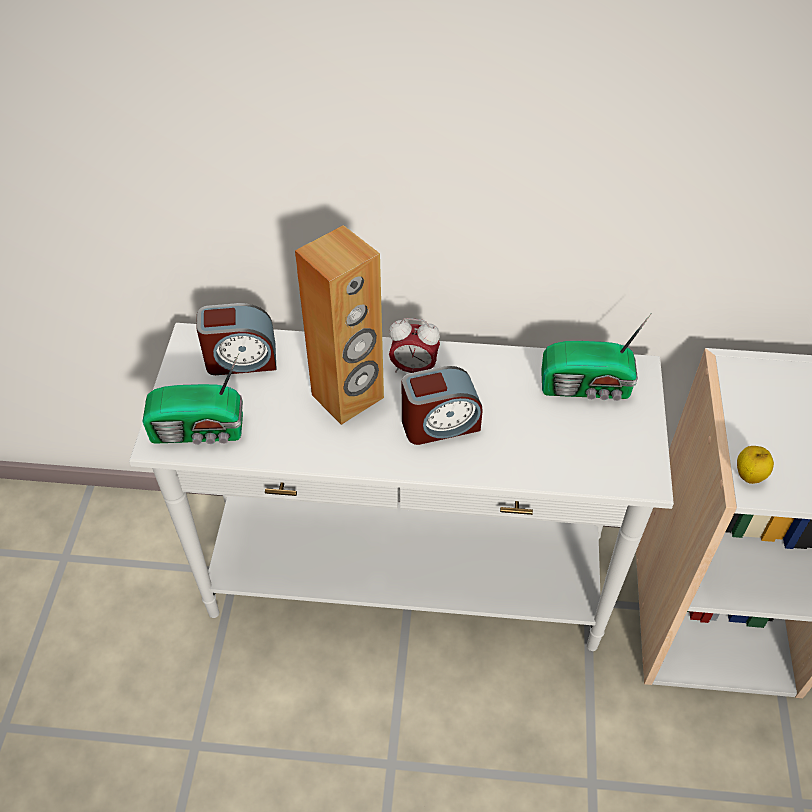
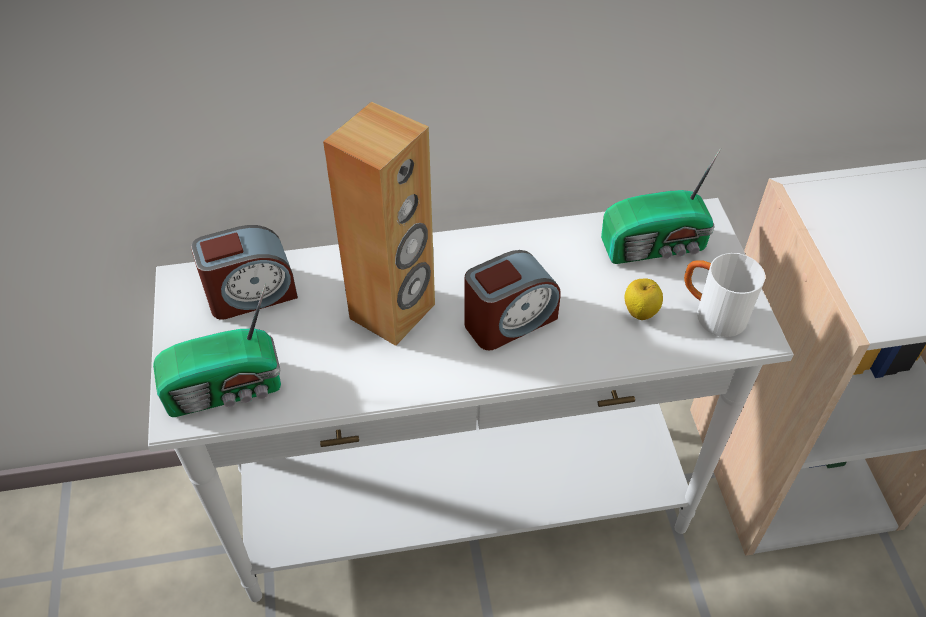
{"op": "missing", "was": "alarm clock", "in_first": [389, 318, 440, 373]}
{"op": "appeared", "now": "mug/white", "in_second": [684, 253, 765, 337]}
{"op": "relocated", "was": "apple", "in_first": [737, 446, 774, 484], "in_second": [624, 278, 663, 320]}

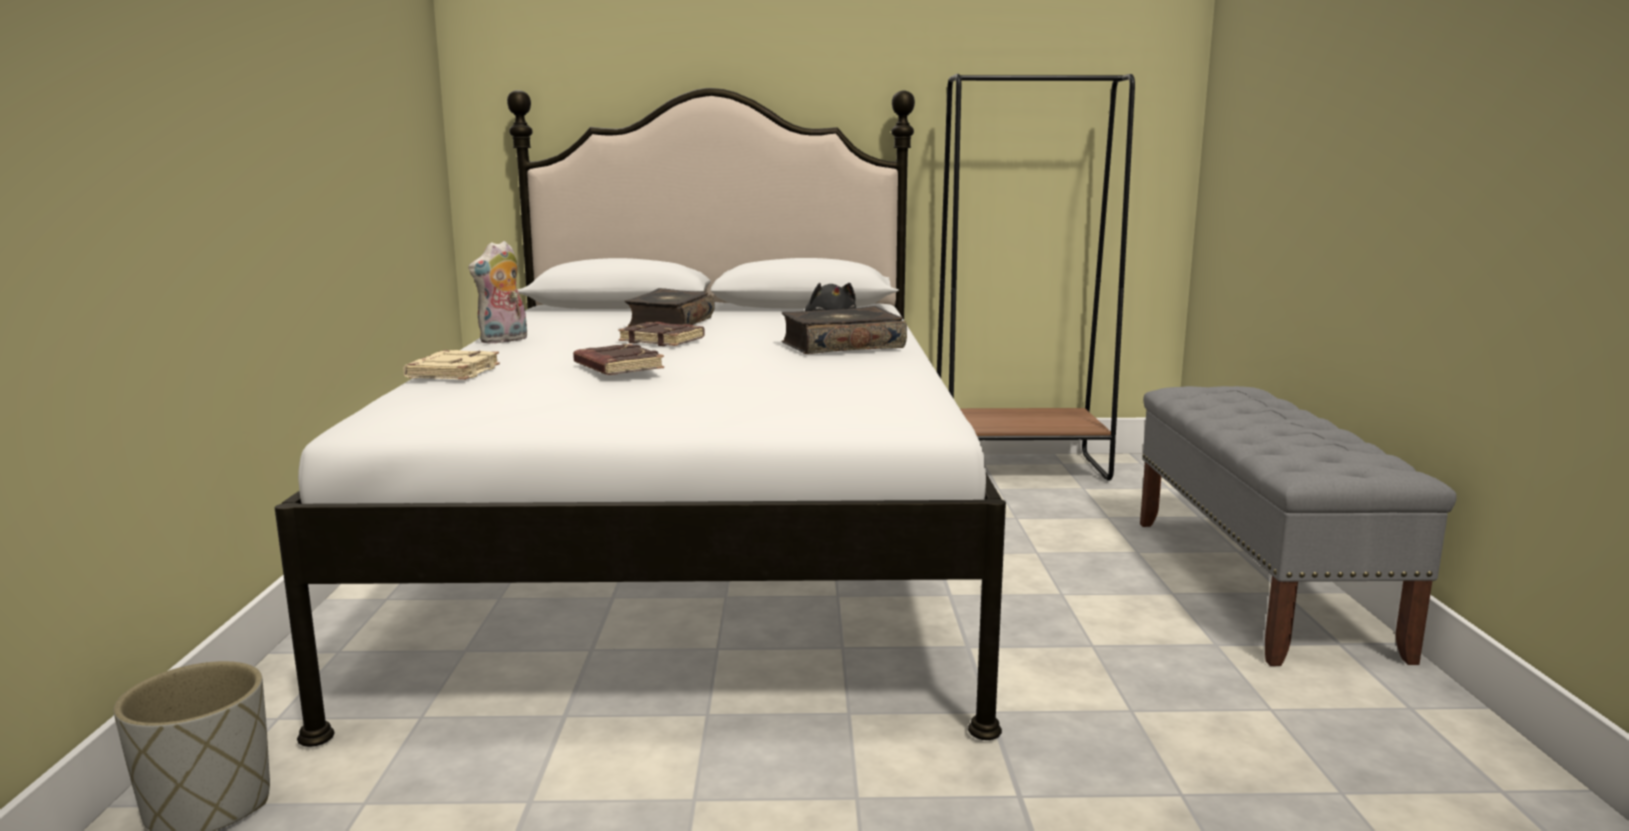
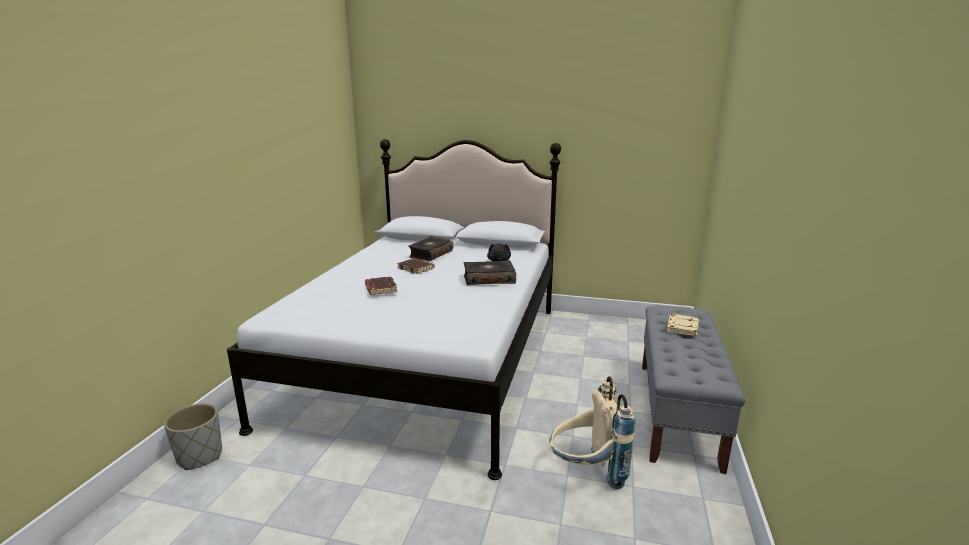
{"op": "missing", "was": "plush toy", "in_first": [468, 241, 527, 344]}
{"op": "missing", "was": "clothes rack", "in_first": [937, 74, 1135, 481]}
{"op": "appeared", "now": "backpack/beige", "in_second": [549, 376, 635, 489]}
{"op": "relocated", "was": "book/beige", "in_first": [403, 350, 500, 380], "in_second": [667, 314, 699, 336]}

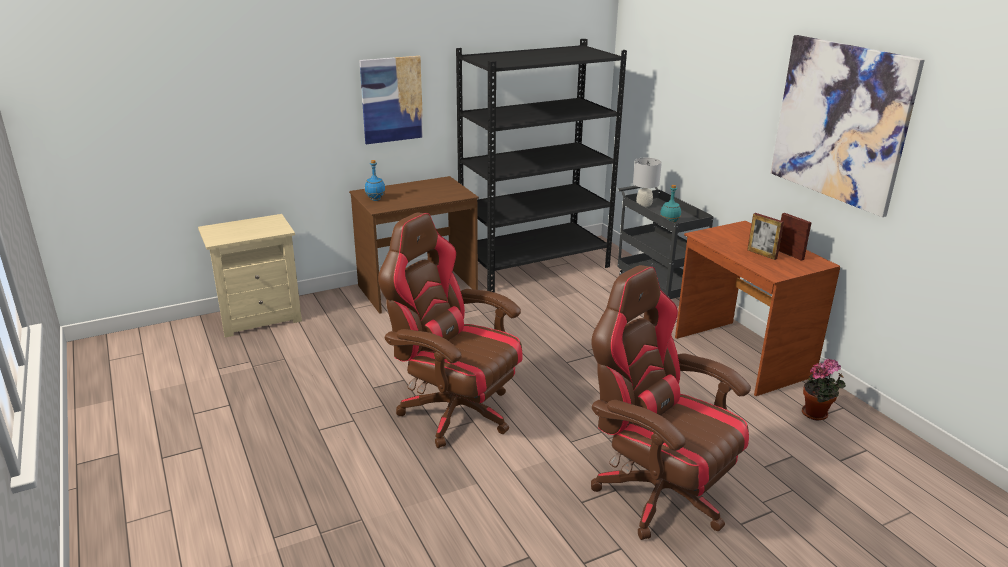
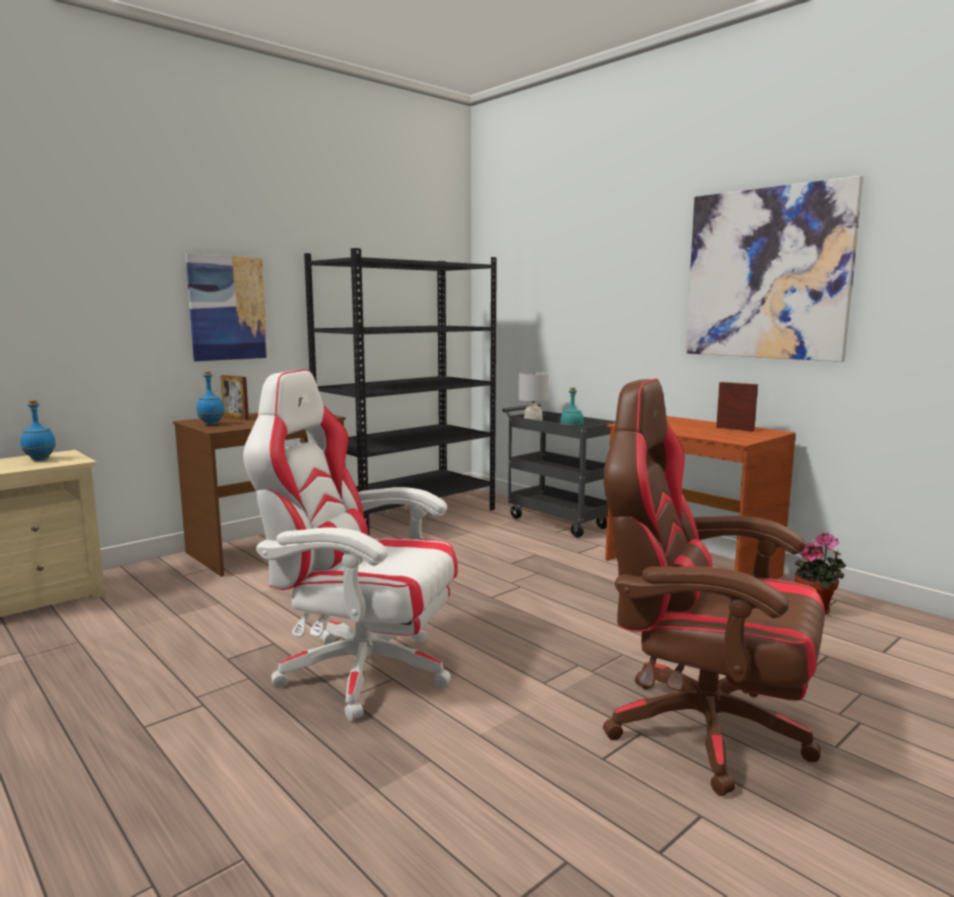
{"op": "appeared", "now": "bottle/blue", "in_second": [20, 400, 56, 461]}
{"op": "relocated", "was": "picture frame", "in_first": [747, 213, 784, 260], "in_second": [221, 375, 249, 420]}
{"op": "colour", "was": "office chair/brown", "now": "office chair/white", "in_first": [378, 213, 523, 448], "in_second": [243, 370, 458, 721]}

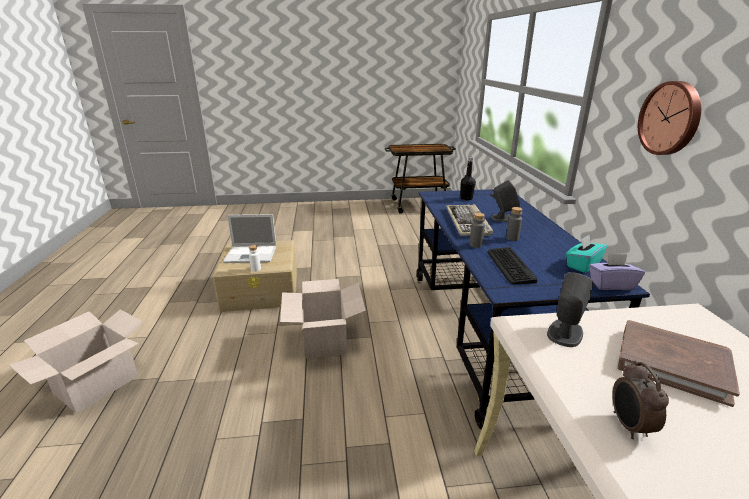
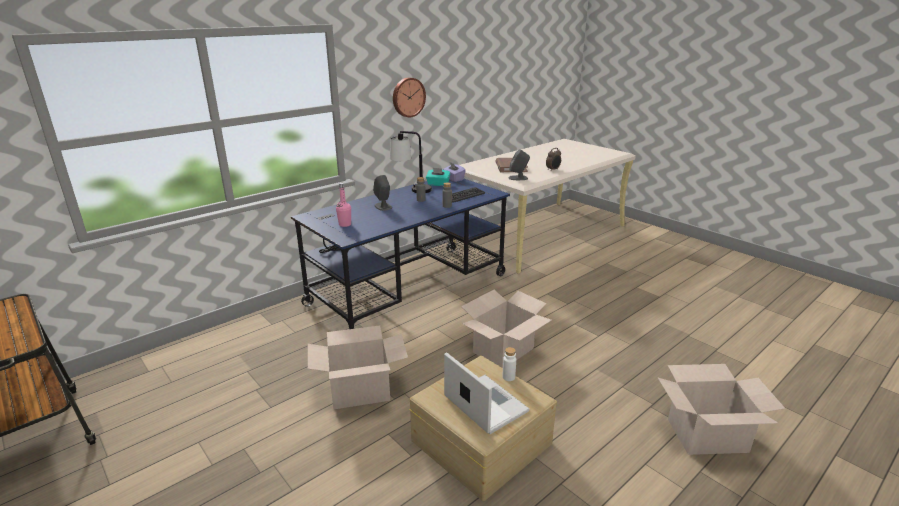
{"op": "missing", "was": "keyboard", "in_first": [446, 204, 493, 236]}
{"op": "appeared", "now": "cardboard box", "in_second": [308, 325, 408, 409]}
{"op": "appeared", "now": "table lamp", "in_second": [390, 131, 432, 193]}
{"op": "colour", "was": "bottle/black", "now": "bottle/pink", "in_first": [461, 157, 476, 201], "in_second": [336, 183, 351, 227]}

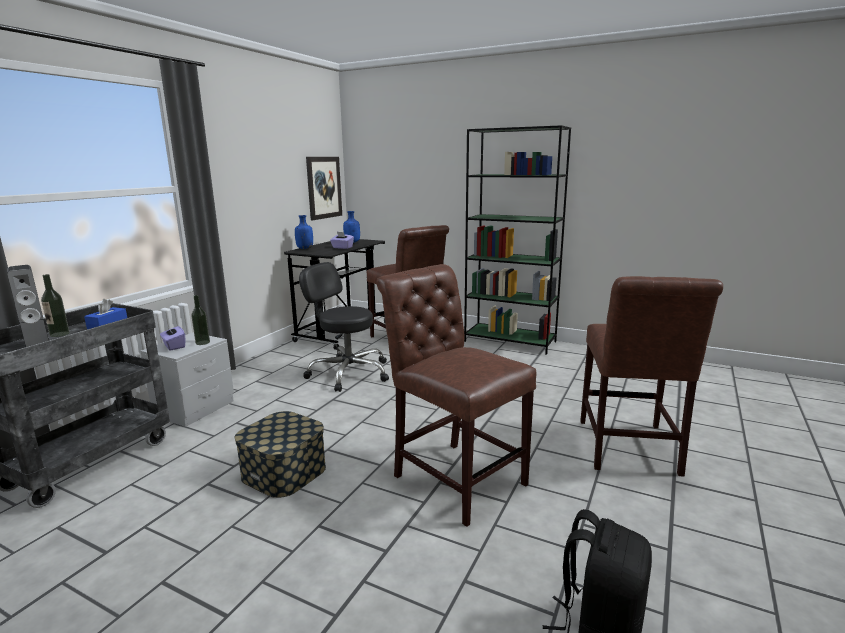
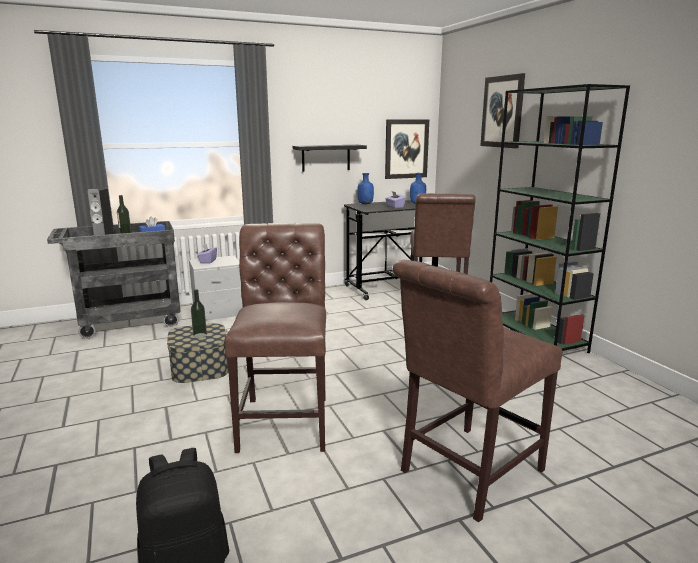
{"op": "missing", "was": "office chair/black", "in_first": [299, 262, 389, 392]}
{"op": "appeared", "now": "shelf/black", "in_second": [293, 145, 367, 172]}
{"op": "appeared", "now": "picture", "in_second": [480, 73, 525, 148]}
{"op": "relocated", "was": "bottle", "in_first": [191, 295, 210, 345], "in_second": [191, 289, 207, 338]}

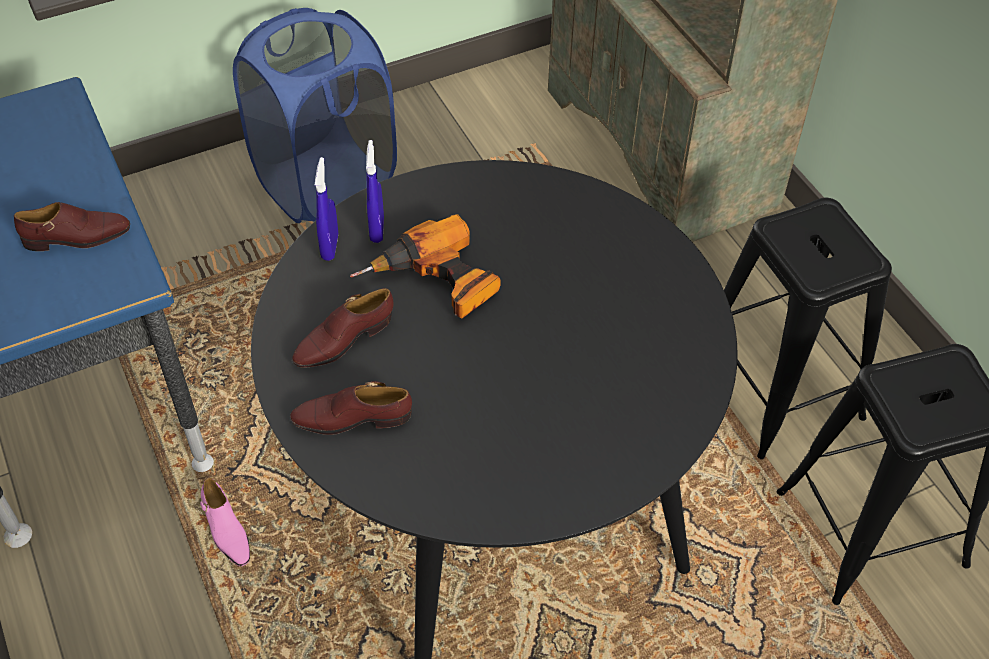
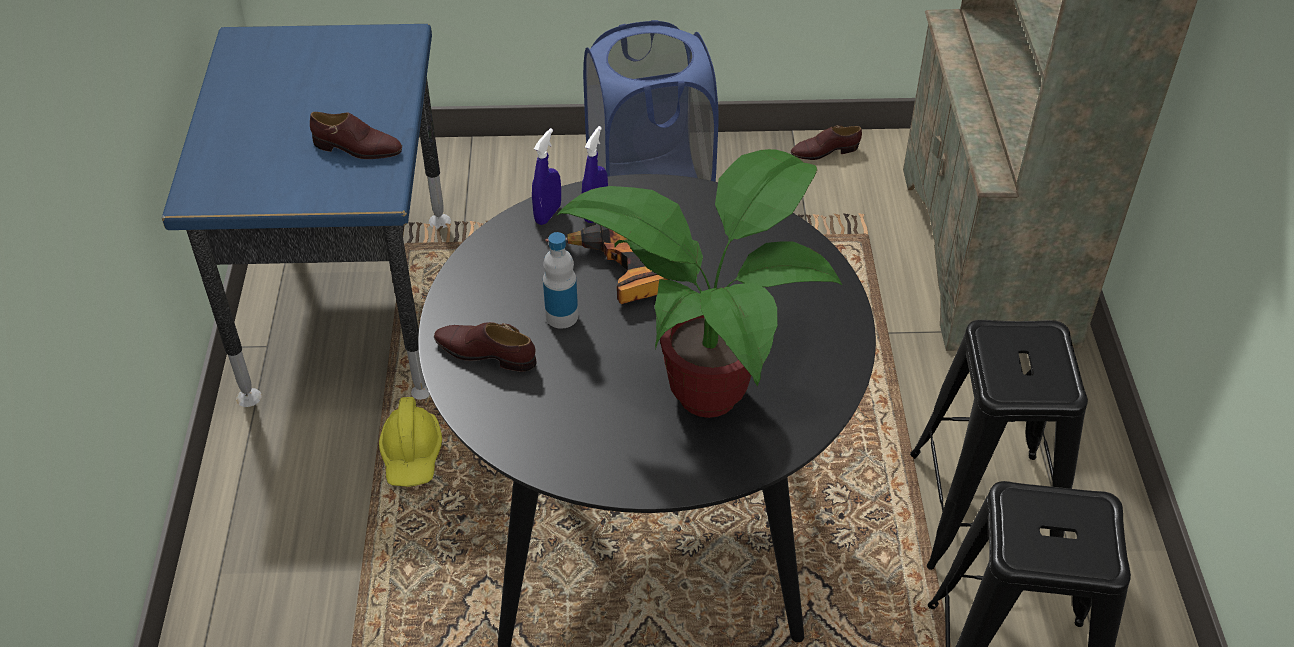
{"op": "appeared", "now": "bottle", "in_second": [543, 232, 578, 329]}
{"op": "appeared", "now": "potted plant", "in_second": [557, 149, 842, 418]}
{"op": "relocated", "was": "shoe/brown", "in_first": [292, 288, 393, 368], "in_second": [791, 125, 862, 160]}
{"op": "exchanged", "was": "shoe/pink", "now": "hard hat/yellow", "in_first": [200, 478, 250, 566], "in_second": [379, 397, 442, 487]}

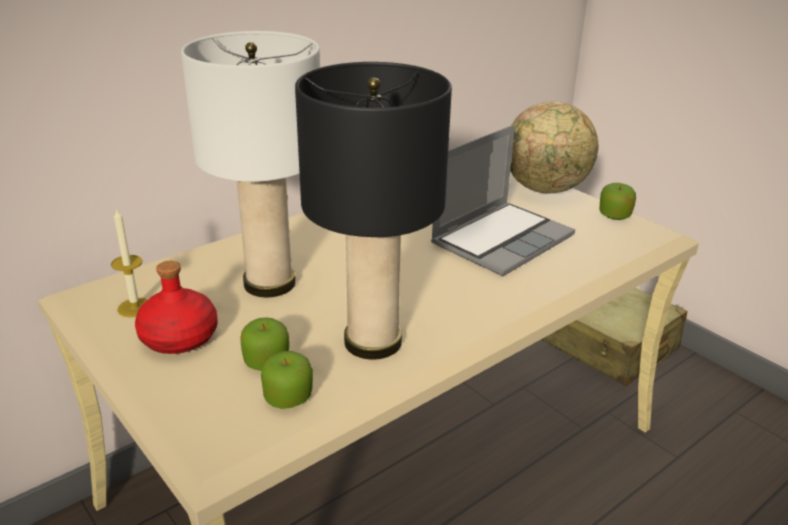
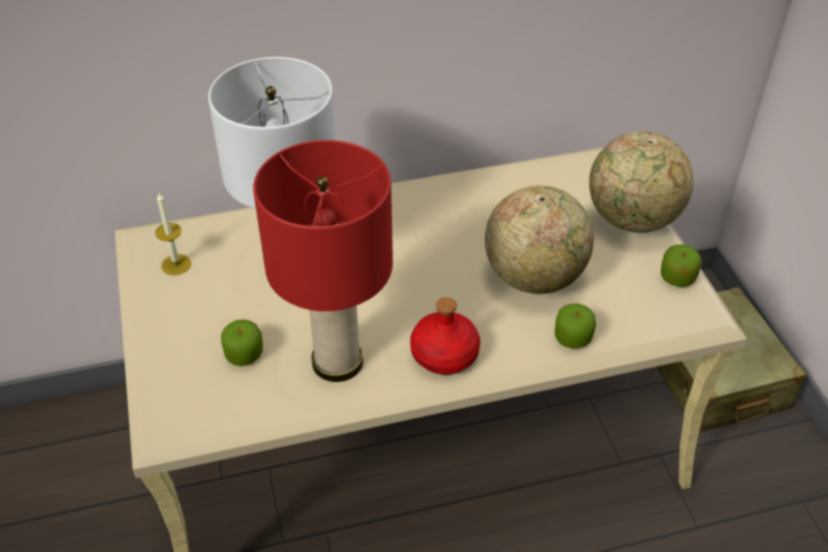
{"op": "relocated", "was": "bottle/red", "in_first": [135, 261, 218, 354], "in_second": [410, 297, 480, 375]}
{"op": "relocated", "was": "apple", "in_first": [261, 351, 313, 409], "in_second": [555, 303, 596, 349]}
{"op": "exchanged", "was": "laptop", "now": "globe", "in_first": [431, 125, 575, 276], "in_second": [485, 185, 594, 294]}
{"op": "colour", "was": "table lamp/black", "now": "table lamp/red", "in_first": [295, 62, 452, 360], "in_second": [253, 140, 393, 382]}

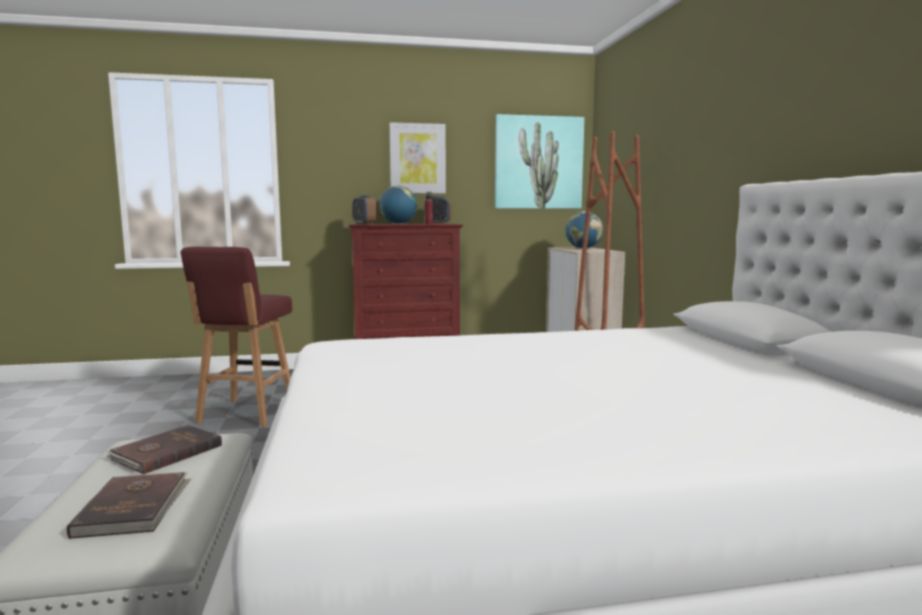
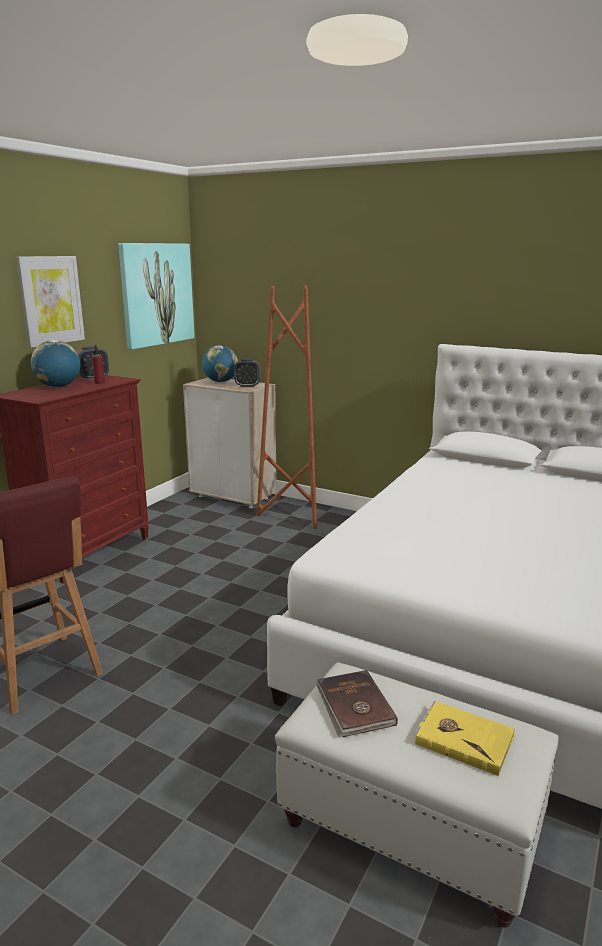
{"op": "relocated", "was": "alarm clock", "in_first": [353, 196, 376, 224], "in_second": [234, 359, 261, 387]}
{"op": "colour", "was": "book/brown", "now": "book/yellow", "in_first": [67, 472, 191, 539], "in_second": [415, 701, 516, 776]}

